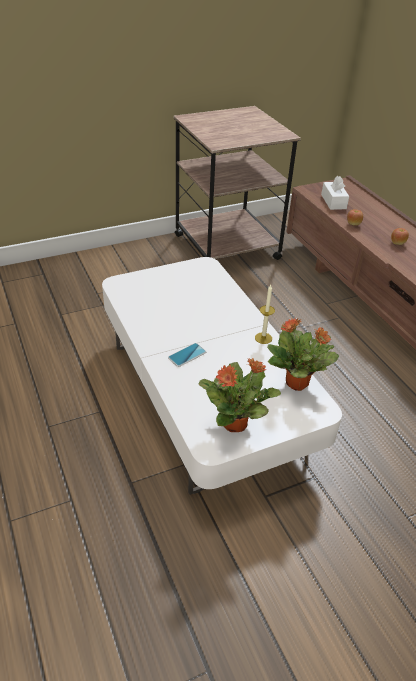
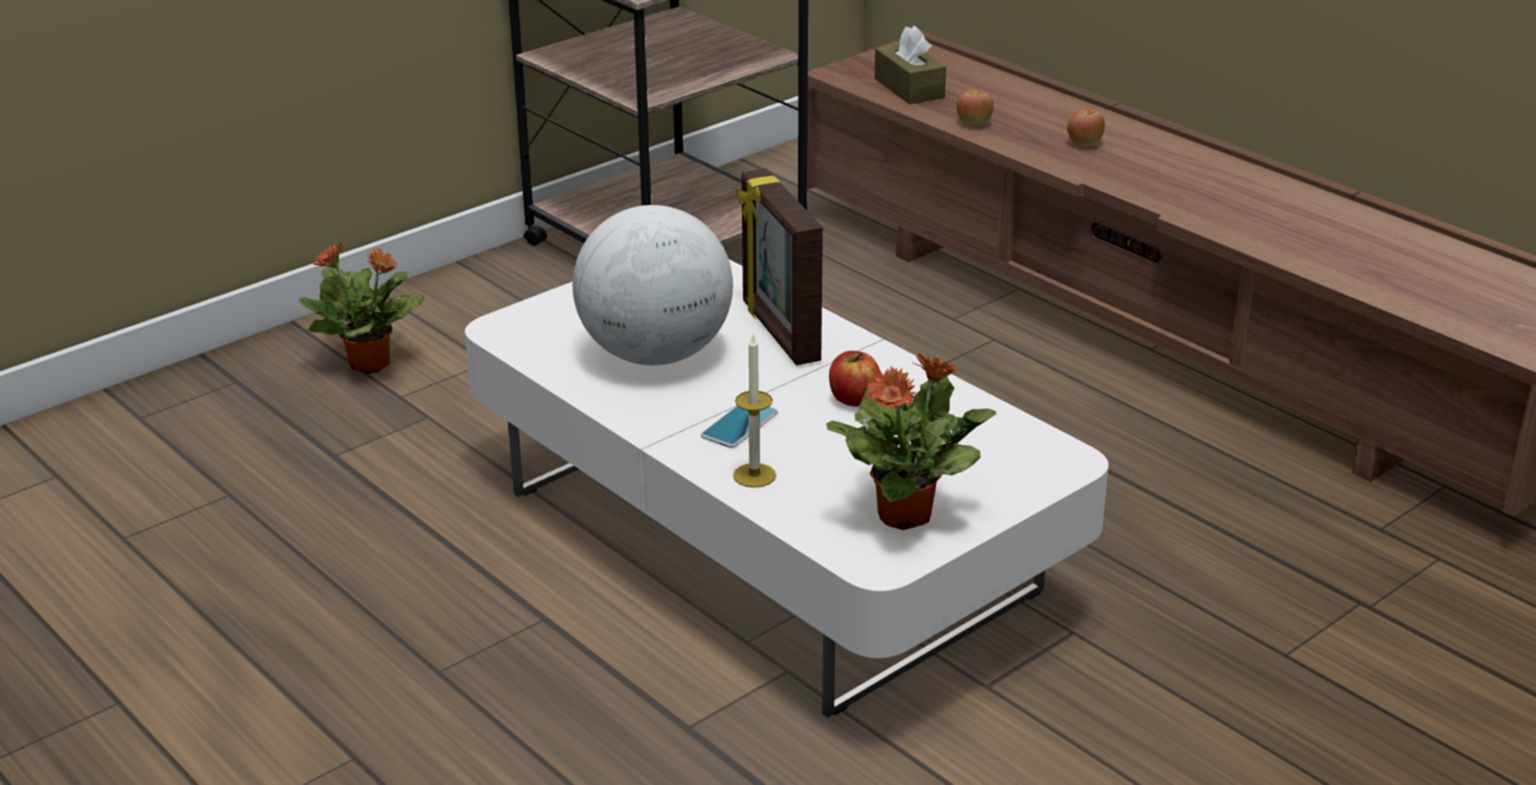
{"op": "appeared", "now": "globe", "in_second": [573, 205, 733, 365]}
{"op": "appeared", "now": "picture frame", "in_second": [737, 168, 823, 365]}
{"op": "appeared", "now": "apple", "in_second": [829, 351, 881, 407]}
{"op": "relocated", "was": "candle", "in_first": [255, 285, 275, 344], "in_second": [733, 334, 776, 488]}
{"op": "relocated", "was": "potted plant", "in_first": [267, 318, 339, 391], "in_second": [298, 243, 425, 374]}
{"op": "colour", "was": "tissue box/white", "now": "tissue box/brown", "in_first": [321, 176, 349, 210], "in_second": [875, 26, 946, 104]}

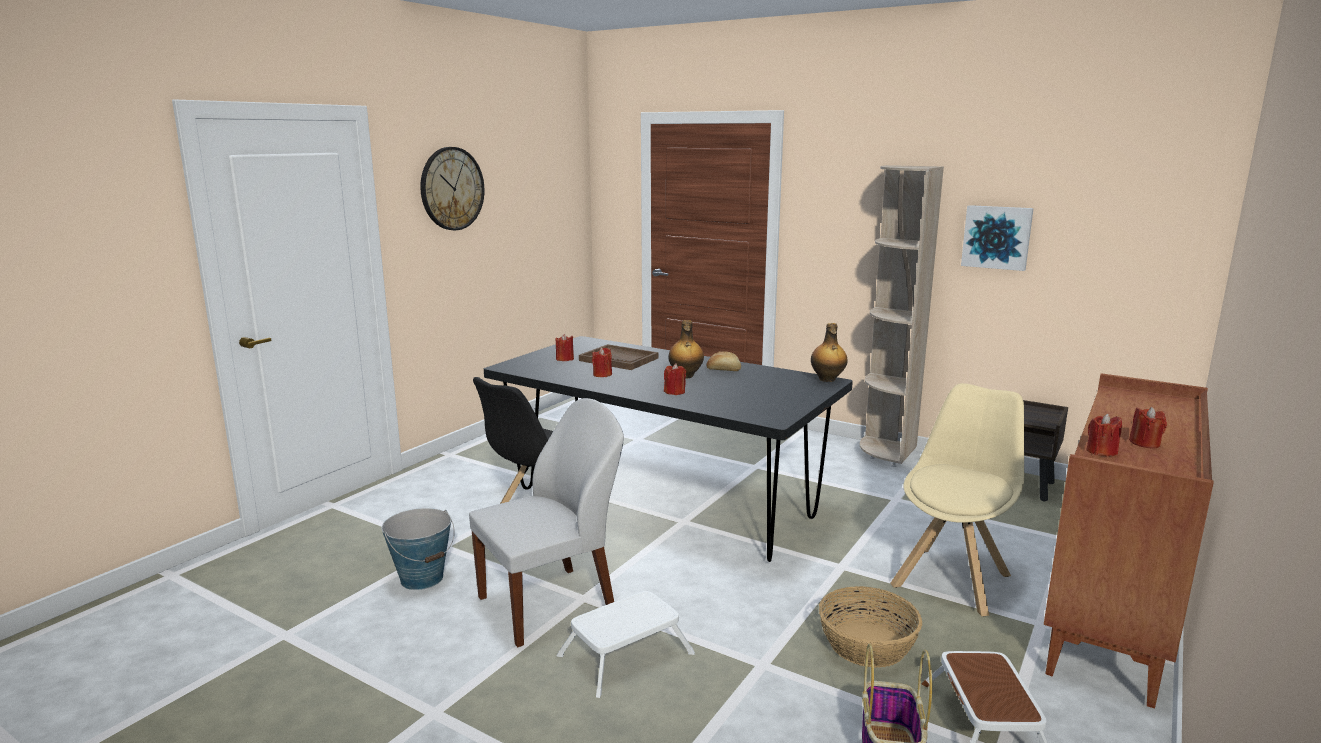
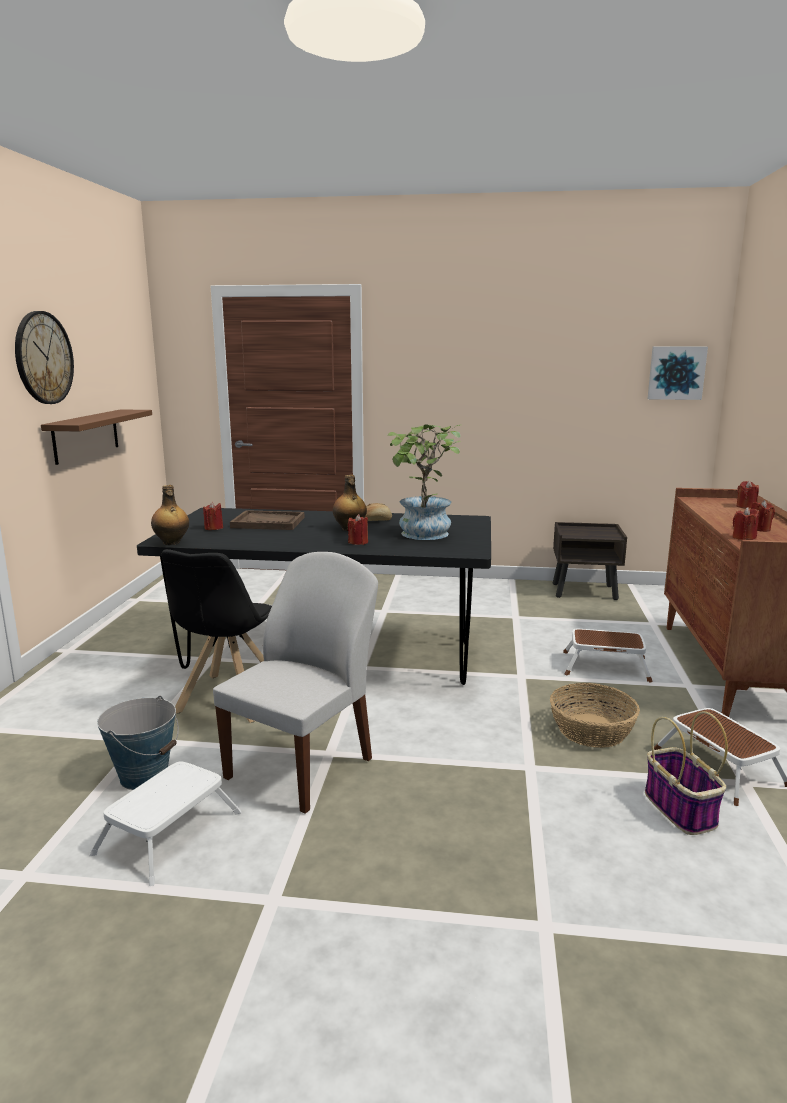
{"op": "missing", "was": "bookcase/beige", "in_first": [860, 165, 944, 467]}
{"op": "appeared", "now": "shelf/brown", "in_second": [41, 409, 152, 465]}
{"op": "appeared", "now": "potted plant", "in_second": [387, 424, 461, 540]}
{"op": "relocated", "was": "step ladder/white", "in_first": [557, 591, 695, 698], "in_second": [89, 761, 241, 886]}
{"op": "relocated", "was": "candle/red", "in_first": [592, 347, 612, 377], "in_second": [737, 481, 759, 509]}
{"op": "relocated", "was": "bottle", "in_first": [811, 323, 848, 382], "in_second": [151, 485, 189, 545]}
{"op": "relocated", "was": "picture", "in_first": [961, 205, 1034, 271], "in_second": [648, 347, 708, 400]}
{"op": "exchanged", "was": "chair/beige", "now": "step ladder/brown", "in_first": [890, 383, 1024, 616], "in_second": [563, 629, 653, 683]}

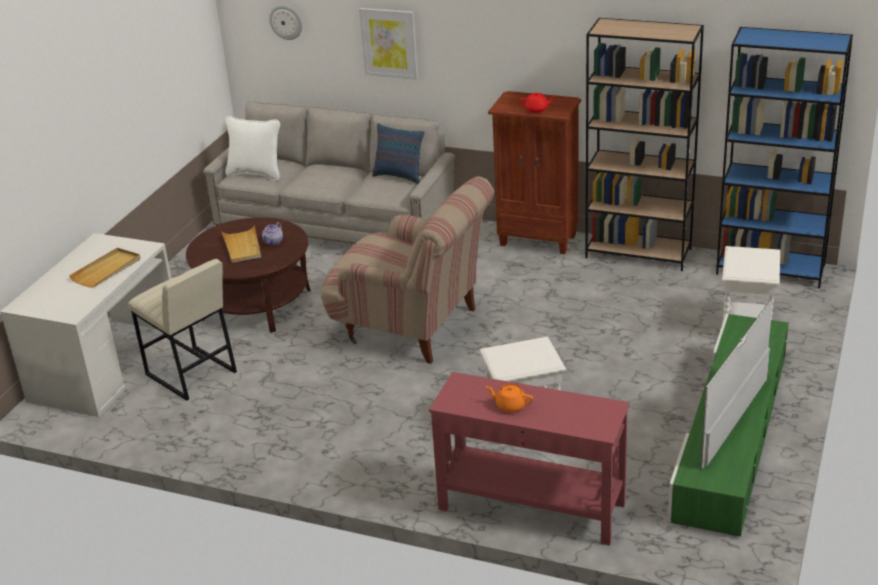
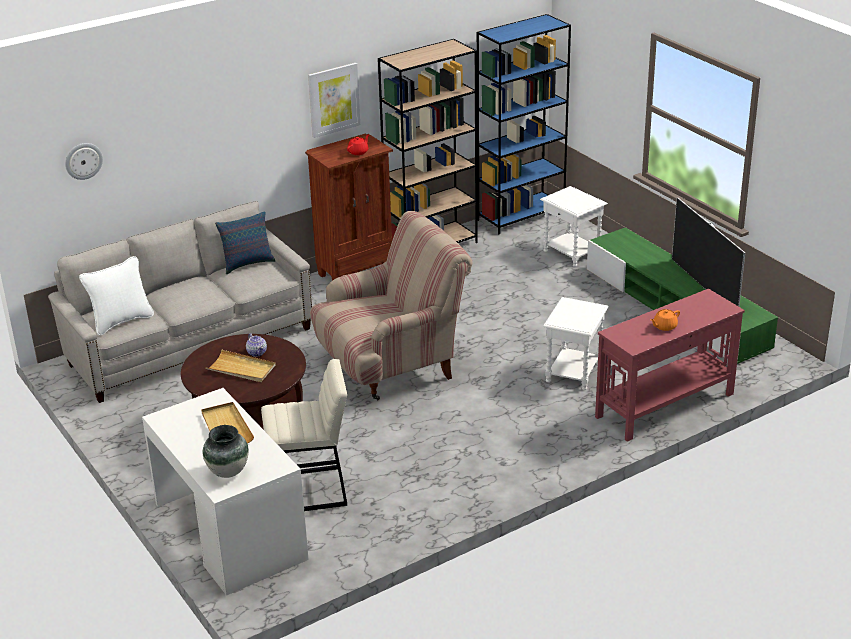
{"op": "appeared", "now": "vase", "in_second": [203, 425, 249, 478]}
{"op": "relocated", "was": "picture", "in_first": [359, 8, 418, 80], "in_second": [308, 63, 360, 138]}

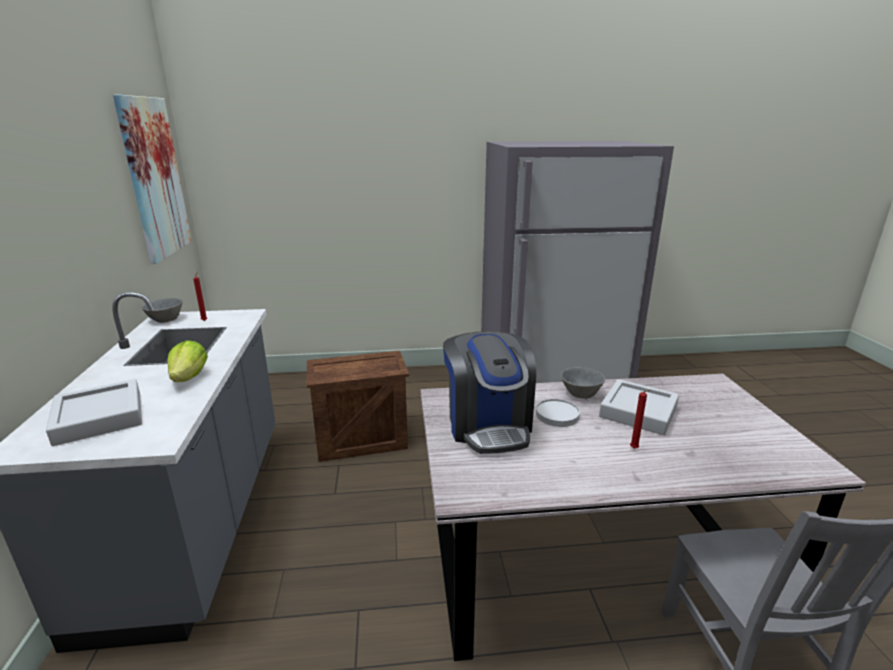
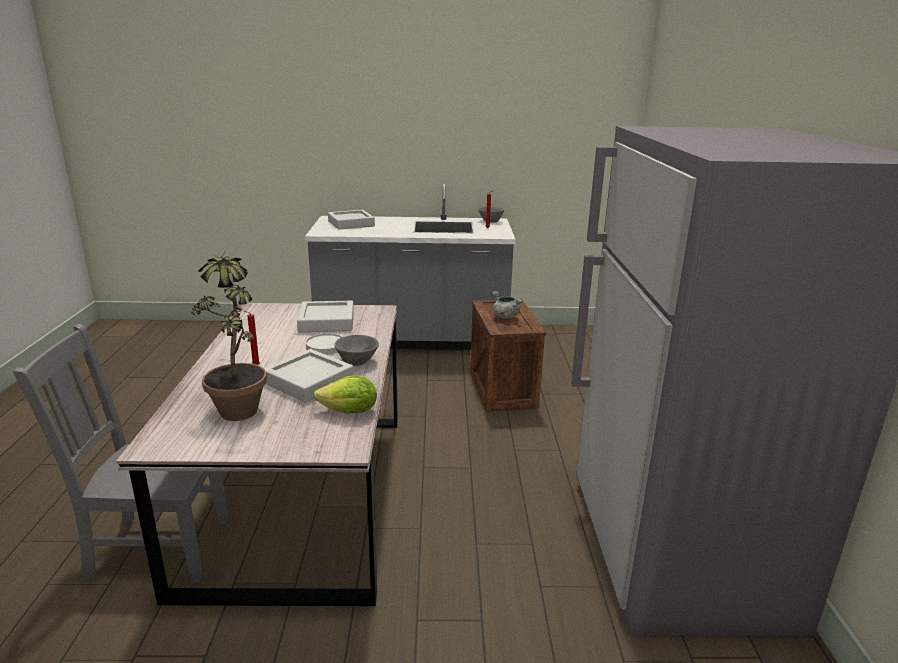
{"op": "missing", "was": "picture", "in_first": [113, 94, 192, 264]}
{"op": "appeared", "now": "potted plant", "in_second": [192, 250, 267, 421]}
{"op": "appeared", "now": "cooking pot/grey", "in_second": [492, 291, 523, 319]}
{"op": "relocated", "was": "lettuce", "in_first": [168, 340, 208, 382], "in_second": [314, 376, 377, 413]}
{"op": "exchanged", "was": "coffee machine", "now": "tray/grey", "in_first": [443, 331, 536, 454], "in_second": [297, 301, 354, 332]}

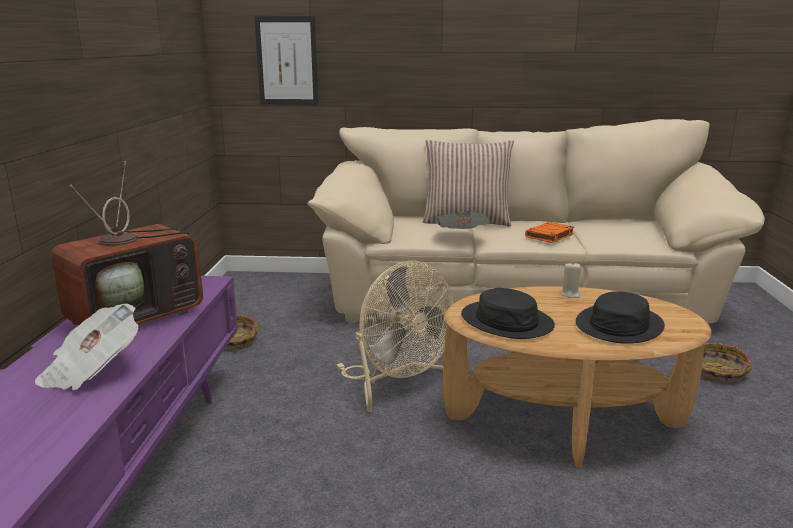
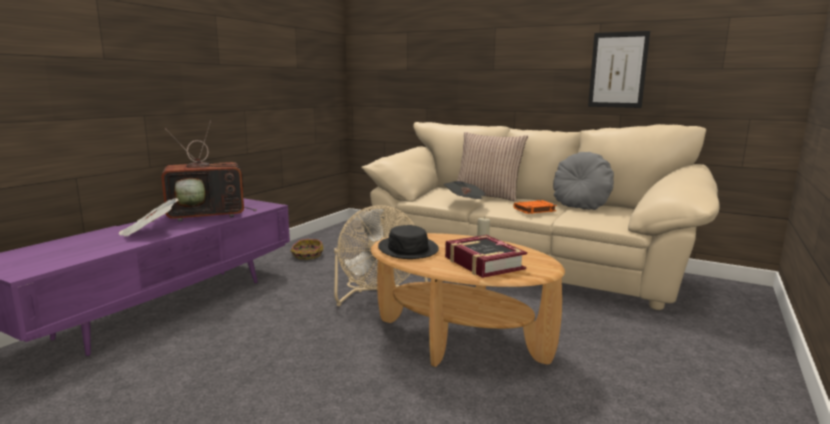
{"op": "missing", "was": "basket", "in_first": [701, 343, 752, 382]}
{"op": "appeared", "now": "pillow/grey", "in_second": [553, 152, 614, 210]}
{"op": "relocated", "was": "picture", "in_first": [254, 16, 318, 105], "in_second": [588, 31, 650, 108]}
{"op": "exchanged", "was": "hat/black", "now": "book", "in_first": [576, 291, 665, 344], "in_second": [445, 235, 527, 278]}

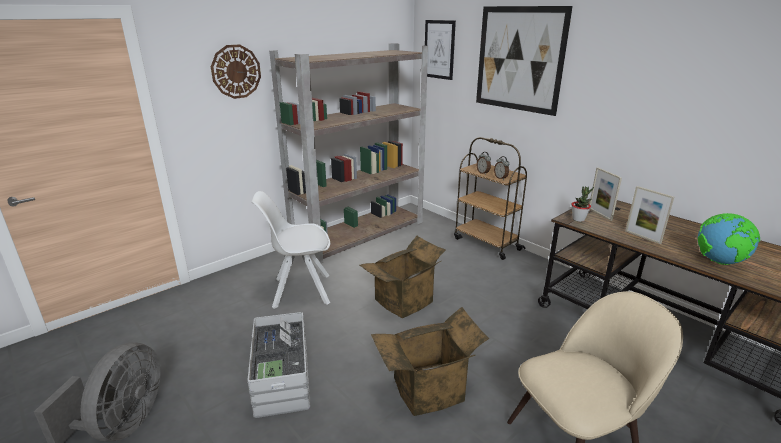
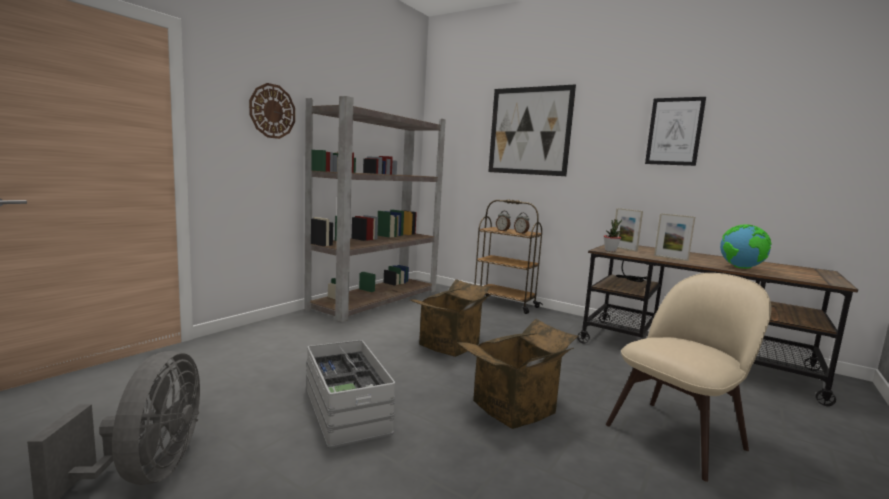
{"op": "missing", "was": "chair/white", "in_first": [252, 191, 330, 309]}
{"op": "relocated", "was": "picture", "in_first": [425, 20, 456, 80], "in_second": [645, 97, 706, 166]}

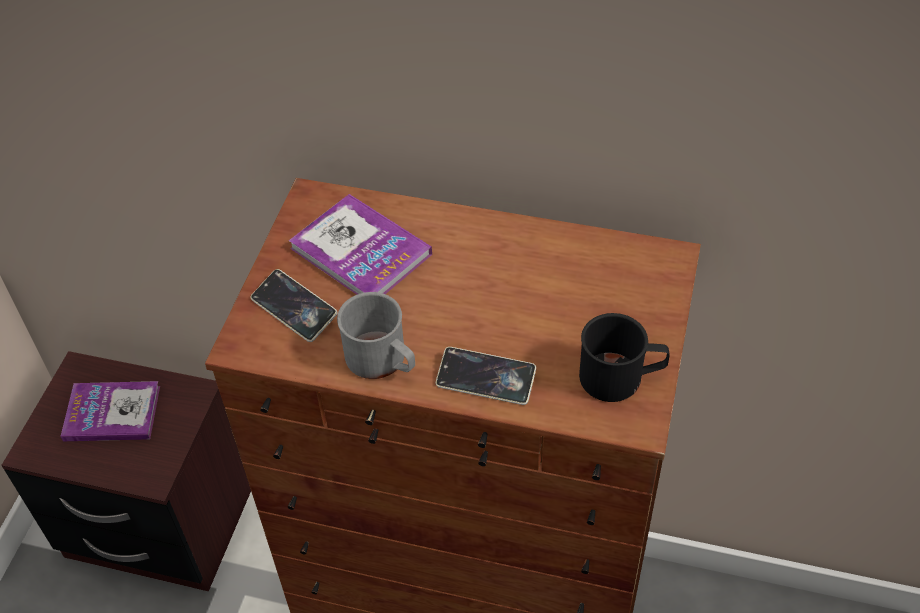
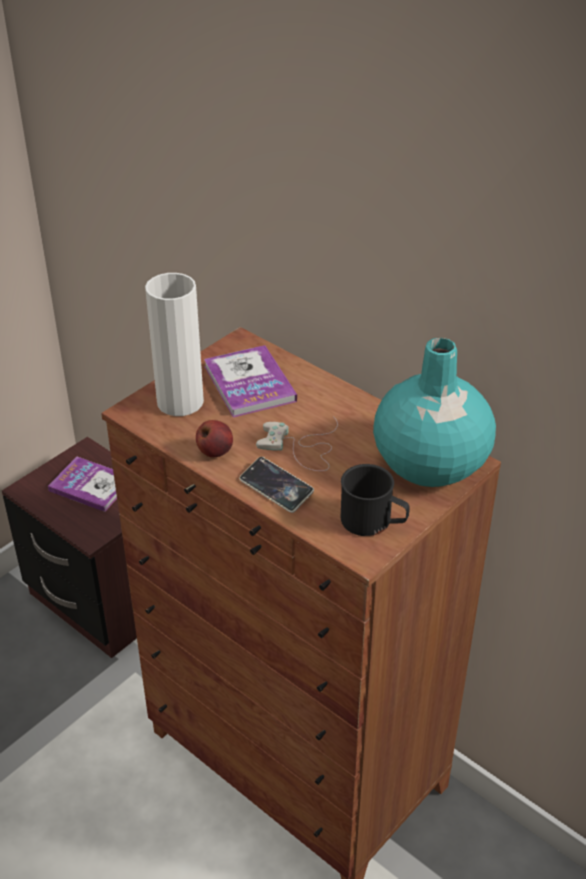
{"op": "appeared", "now": "game controller/white", "in_second": [256, 416, 338, 471]}
{"op": "appeared", "now": "vase/turquoise", "in_second": [373, 338, 496, 487]}
{"op": "exchanged", "was": "phone", "now": "vase/white", "in_first": [251, 269, 337, 342], "in_second": [145, 273, 204, 416]}
{"op": "exchanged", "was": "mug/grey", "now": "apple", "in_first": [337, 292, 415, 379], "in_second": [196, 420, 233, 457]}

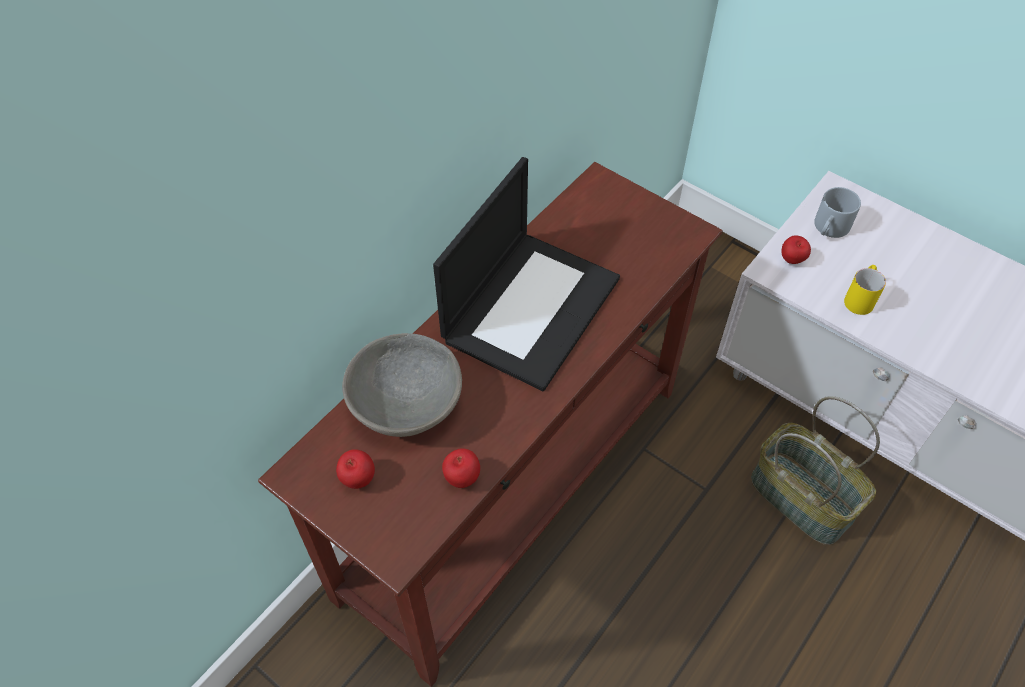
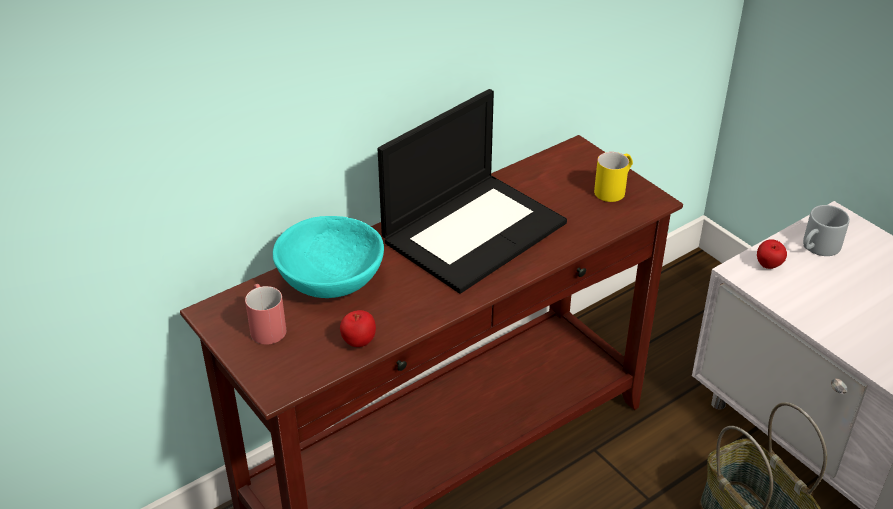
{"op": "relocated", "was": "mug/yellow", "in_first": [844, 265, 886, 315], "in_second": [594, 152, 633, 202]}
{"op": "exchanged", "was": "apple", "now": "mug/red", "in_first": [336, 449, 375, 489], "in_second": [245, 284, 286, 345]}
{"op": "colour", "was": "bowl/grey", "now": "bowl/turquoise", "in_first": [342, 333, 462, 437], "in_second": [273, 216, 384, 298]}

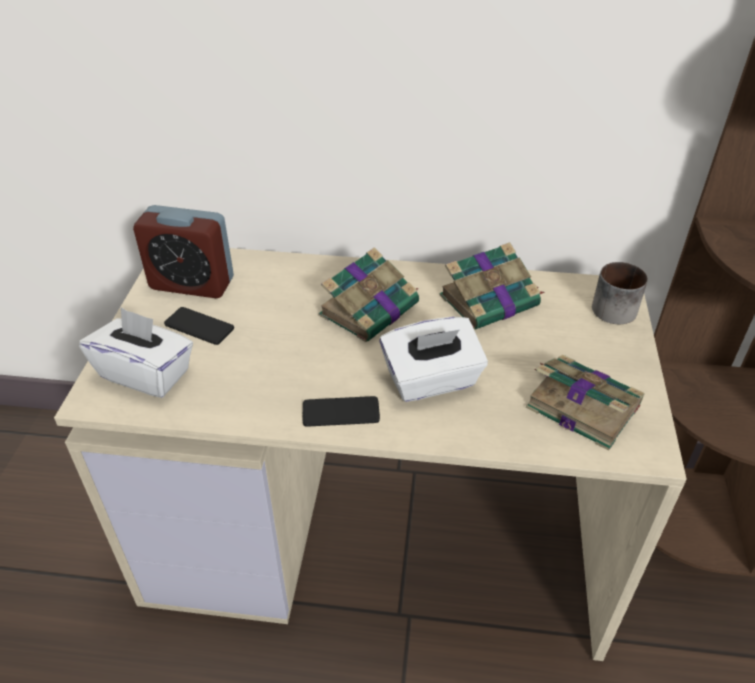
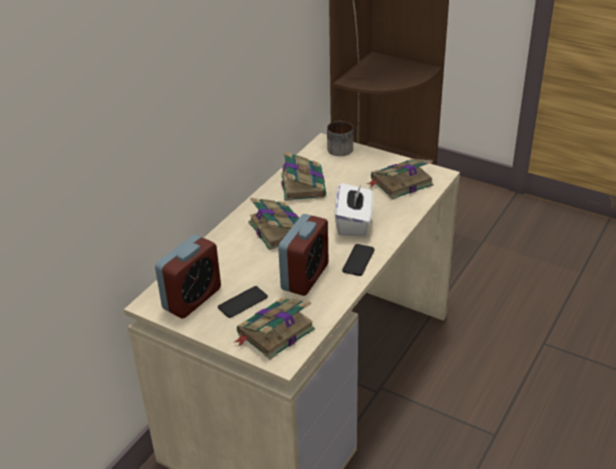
{"op": "appeared", "now": "alarm clock", "in_second": [278, 214, 329, 296]}
{"op": "exchanged", "was": "tissue box/white", "now": "book", "in_first": [79, 307, 193, 398], "in_second": [234, 297, 315, 360]}

